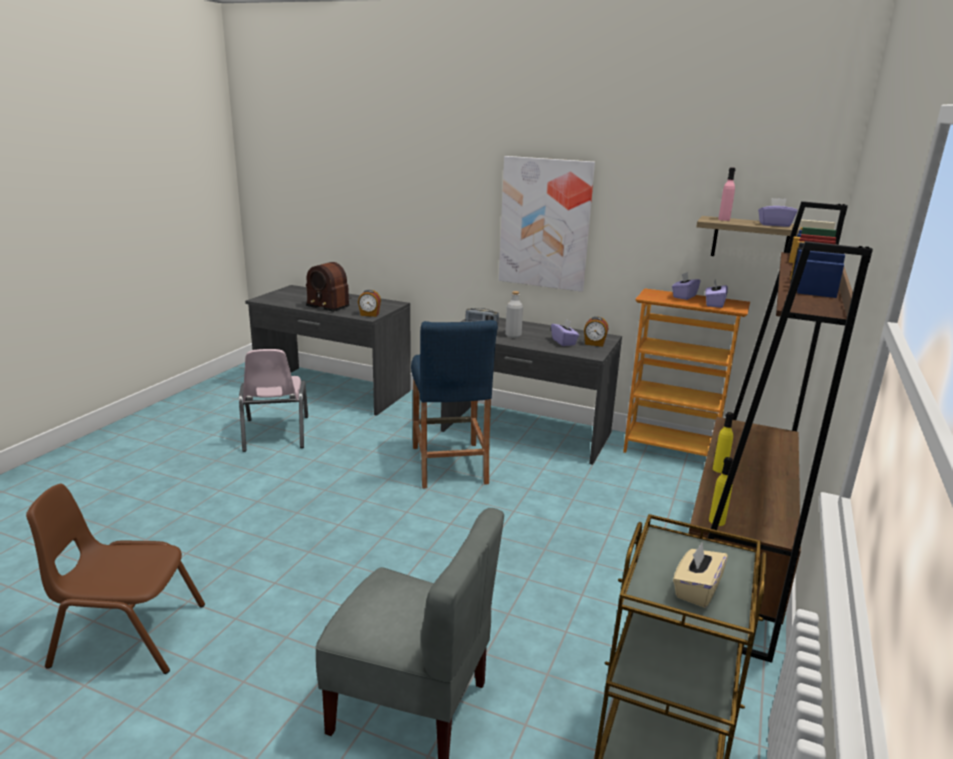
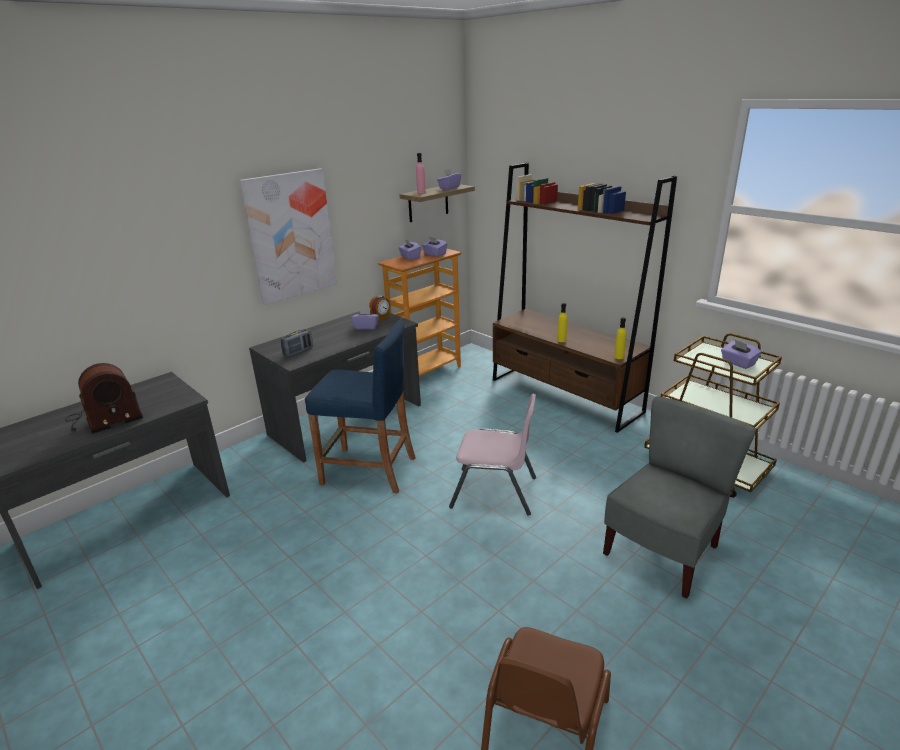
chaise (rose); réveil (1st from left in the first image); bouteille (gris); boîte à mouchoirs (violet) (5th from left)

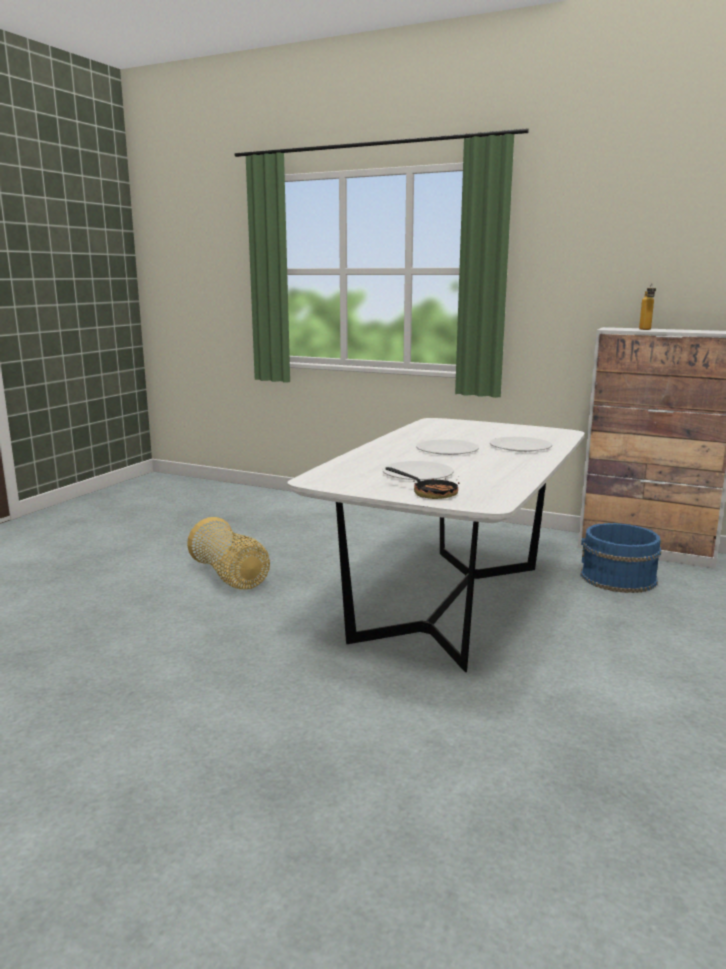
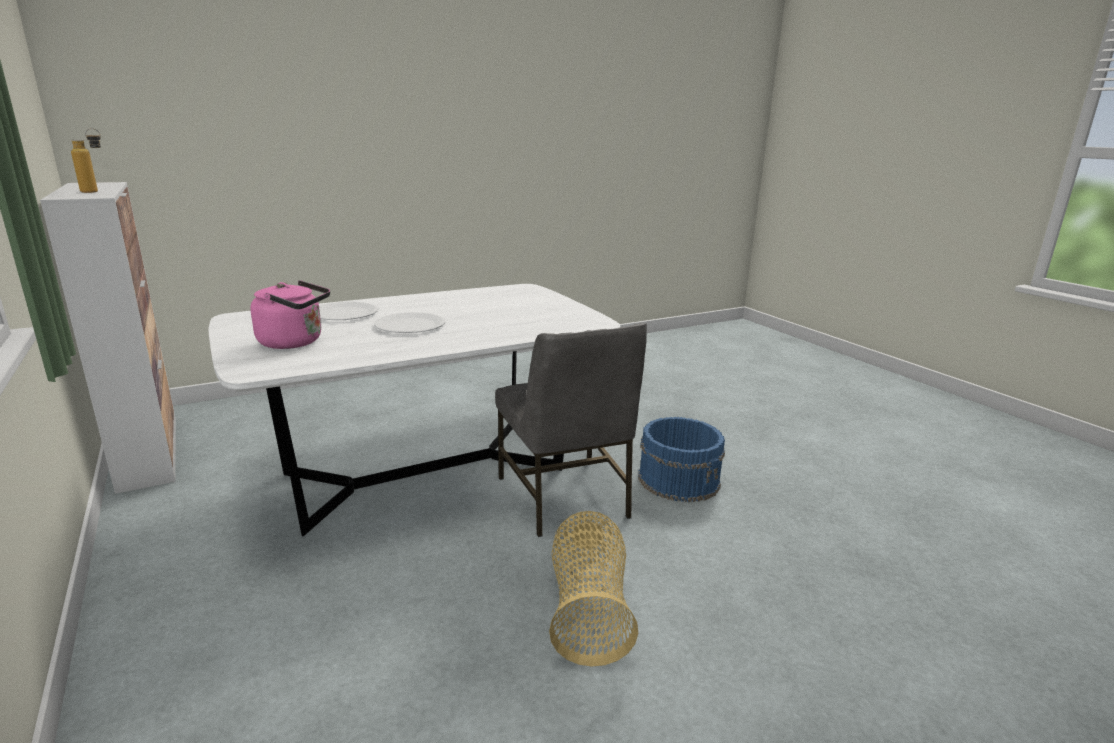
assiette (blanc) (1st from left in the first image); poêle; seau (bleu); bouilloire (rose); chaise (gris)

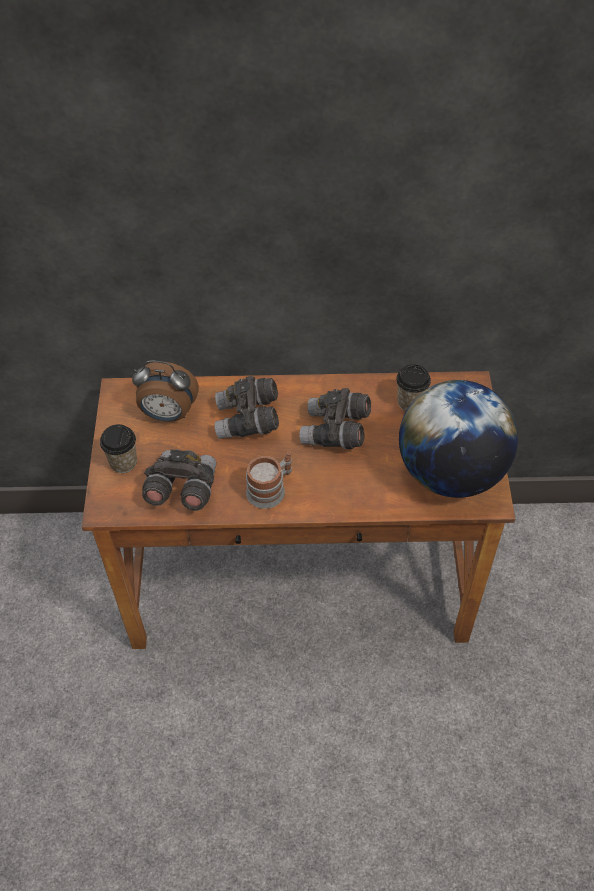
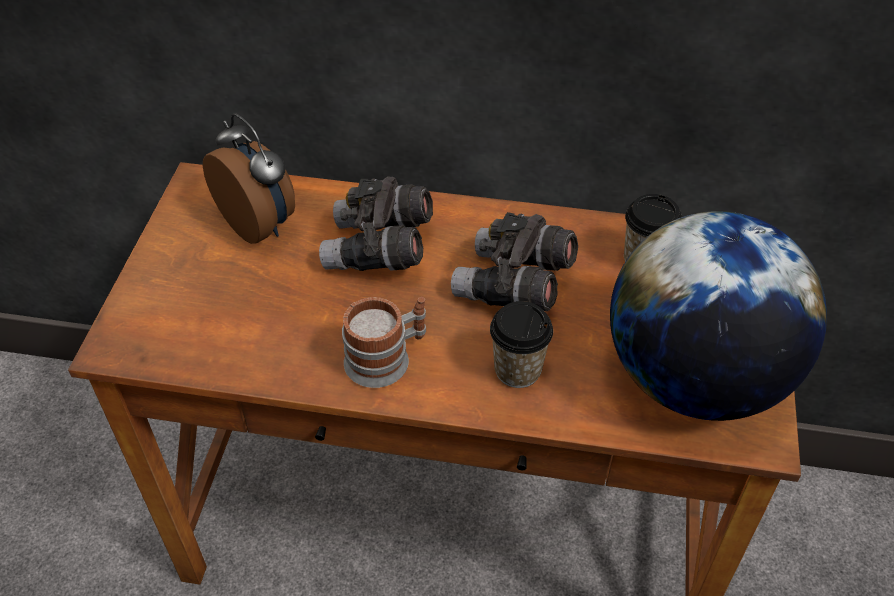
tasse (1st from left); réveil; jumelles (gris) (1st from left in the first image)

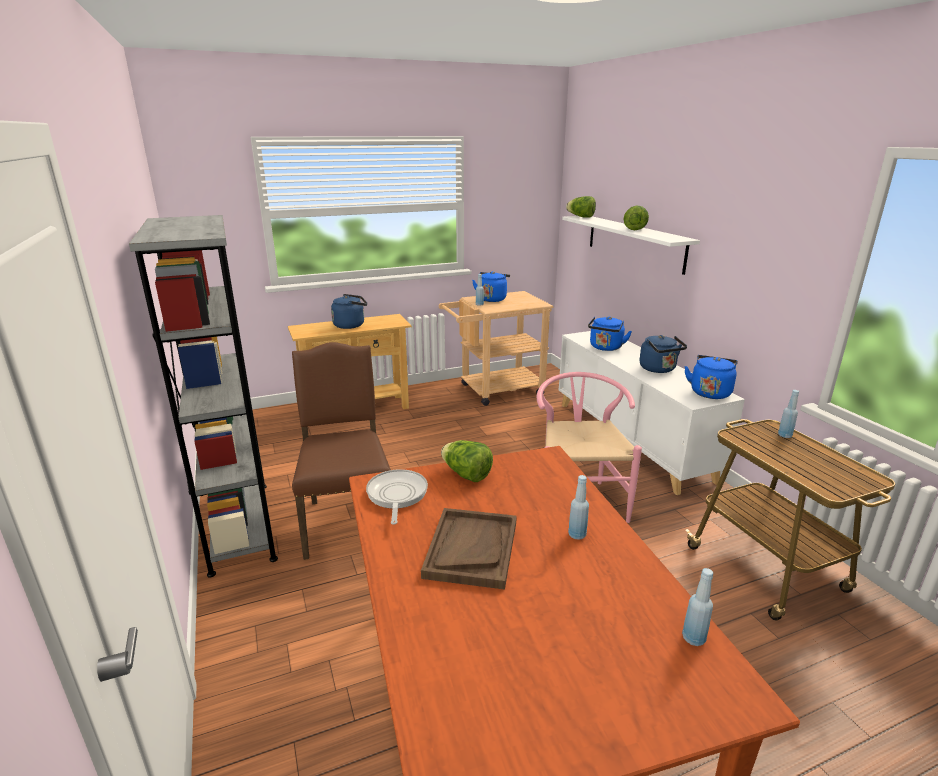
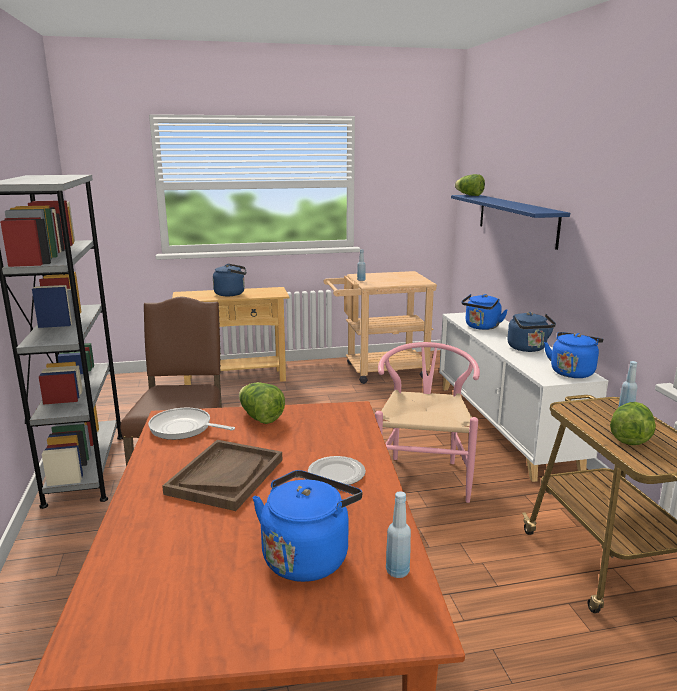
poêle; bouilloire (bleu) (2nd from left); étagère (bleu); assiette; laitue (3rd from left)

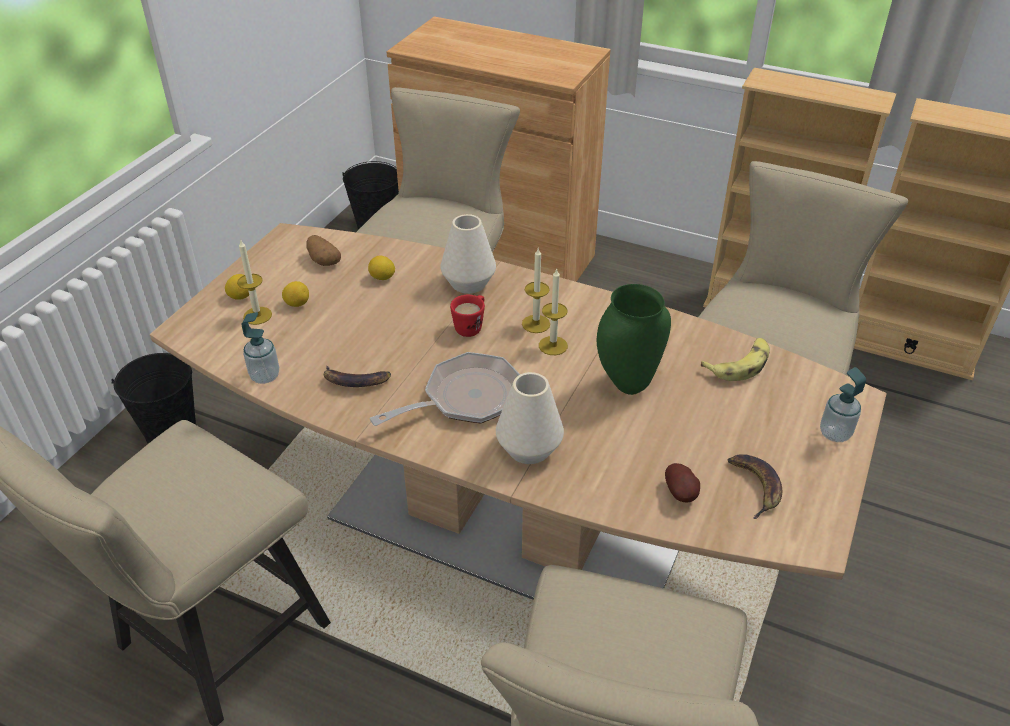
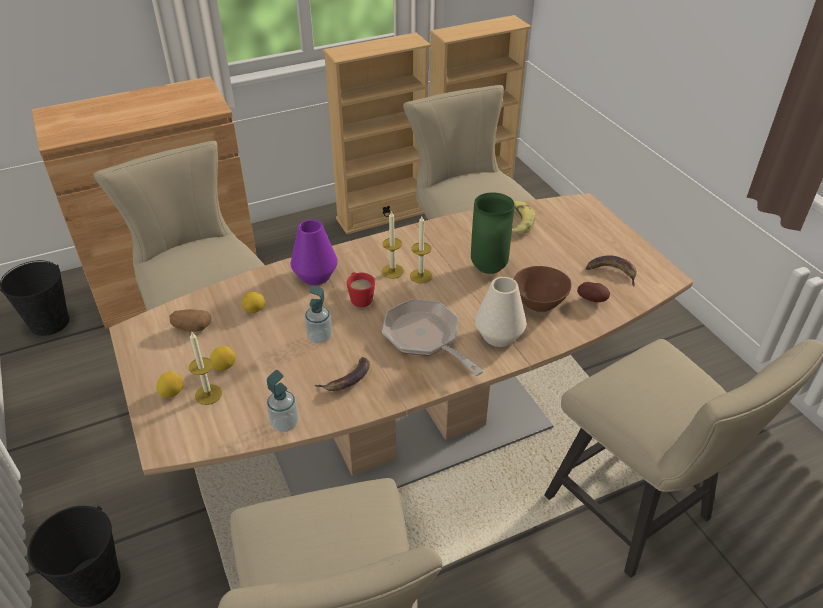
poêle; vase (violet); distributeur de savon (2nd from left); bol (marron)

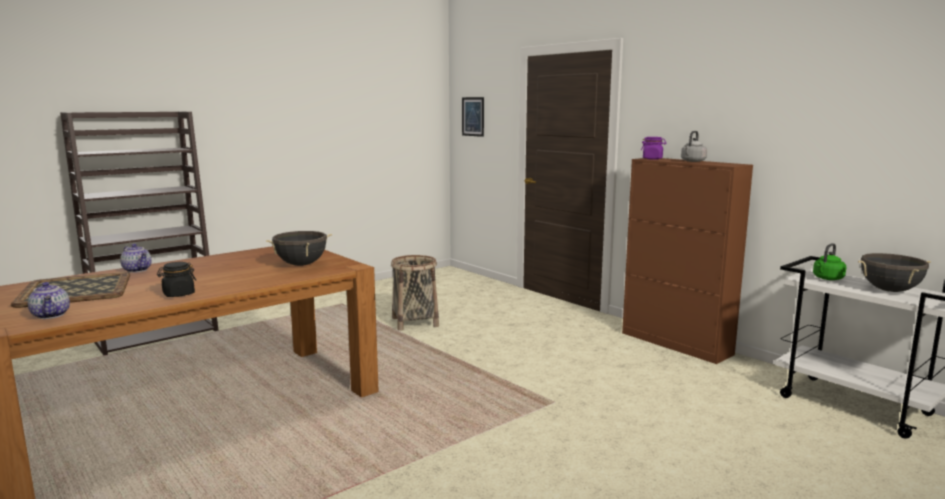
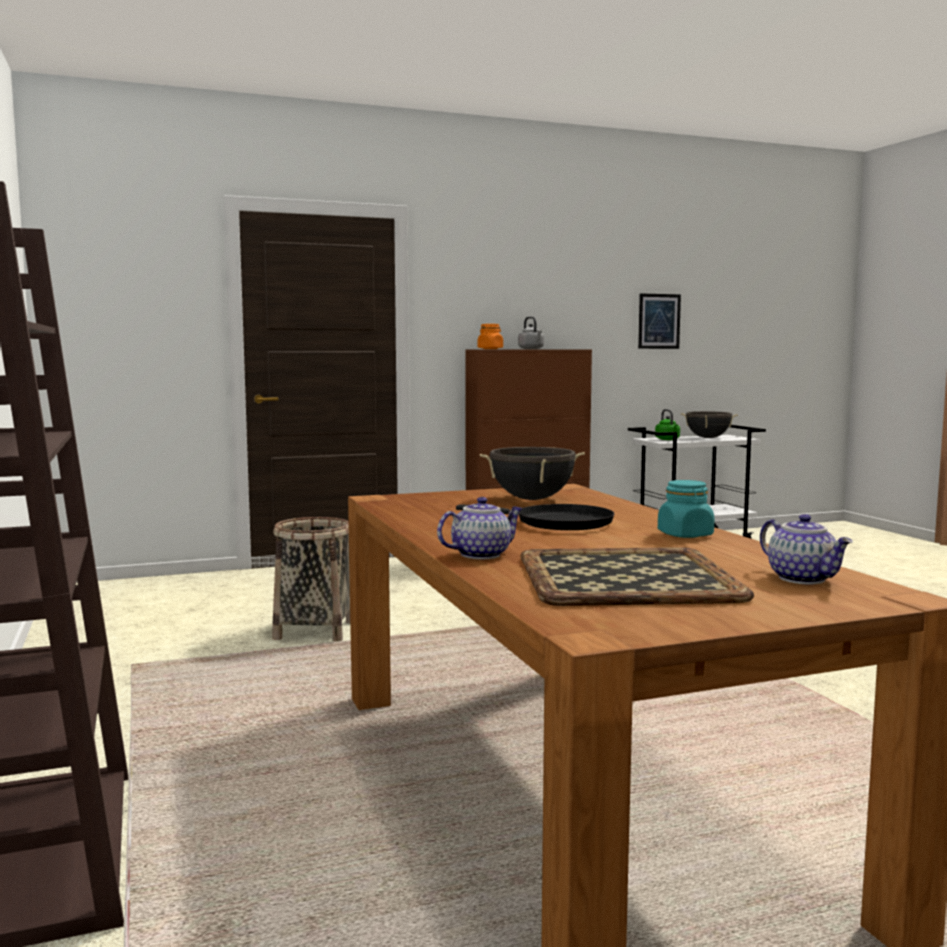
théière (2nd from left); bocal (turquoise); tableau; bocal (orange); poêle (noir)

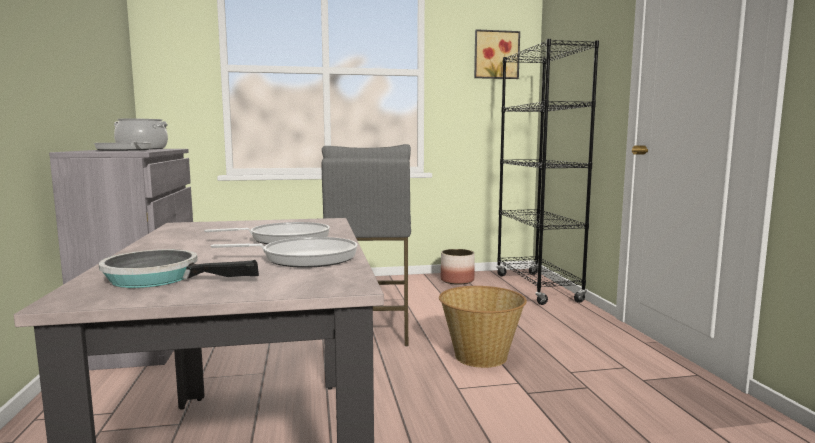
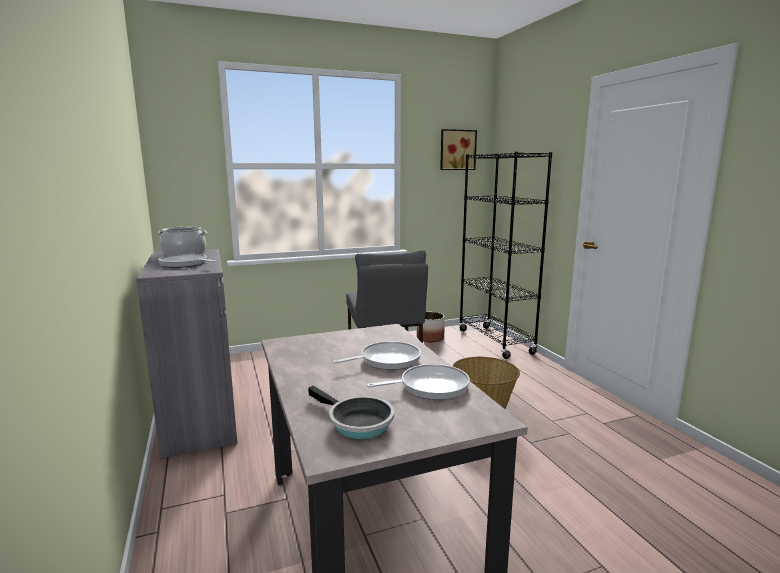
poêle (2nd from left)

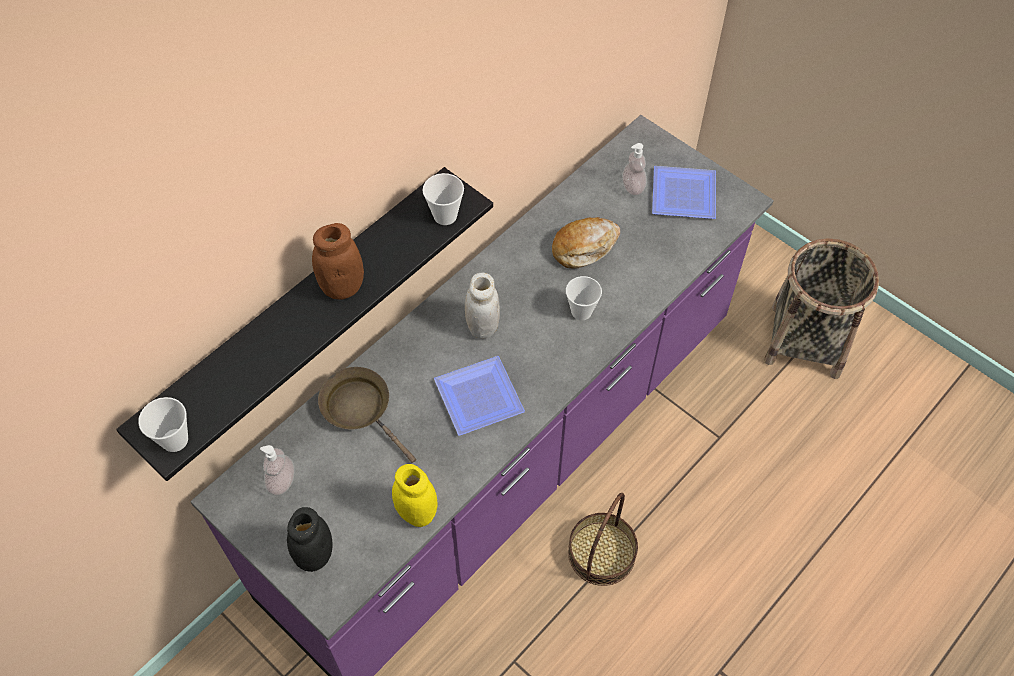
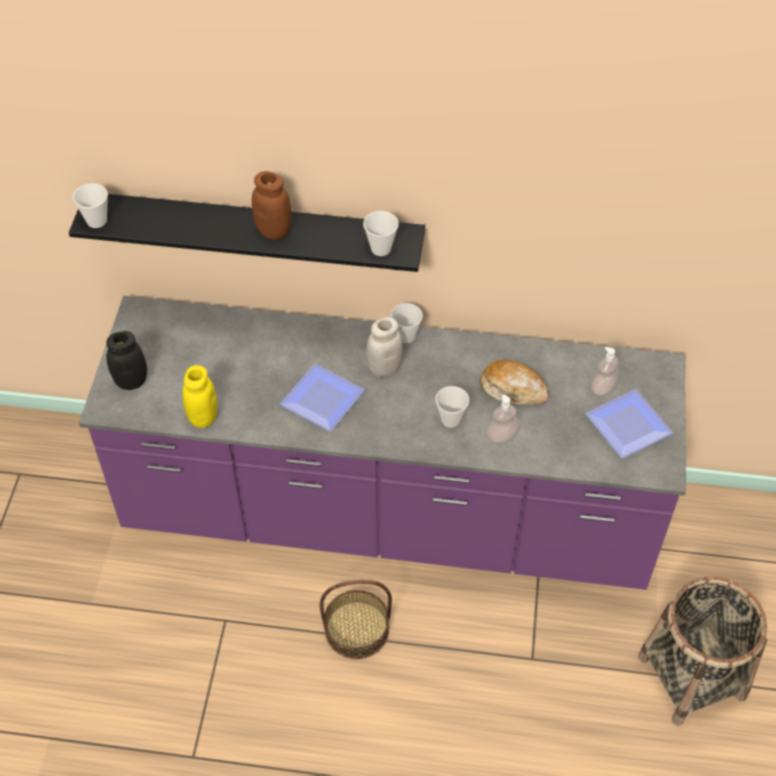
distributeur de savon (1st from left); poêle (marron); tasse (3rd from left)

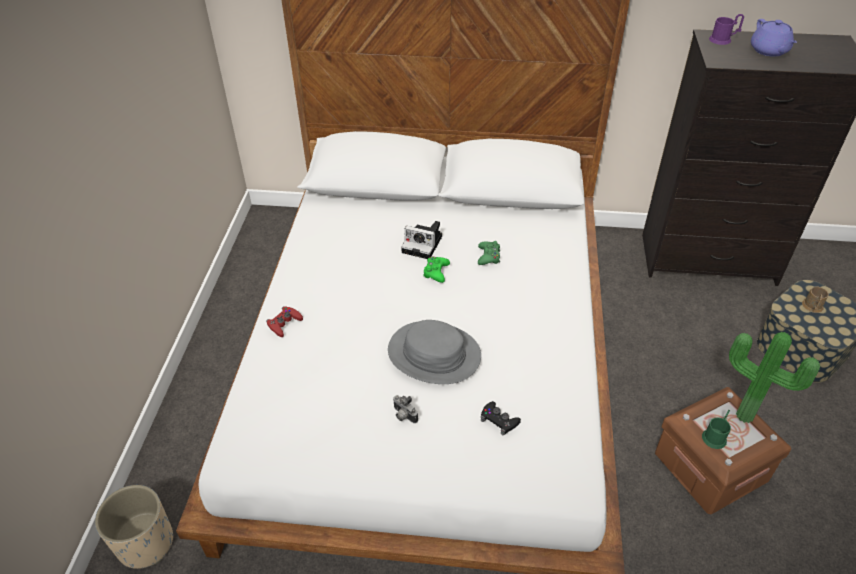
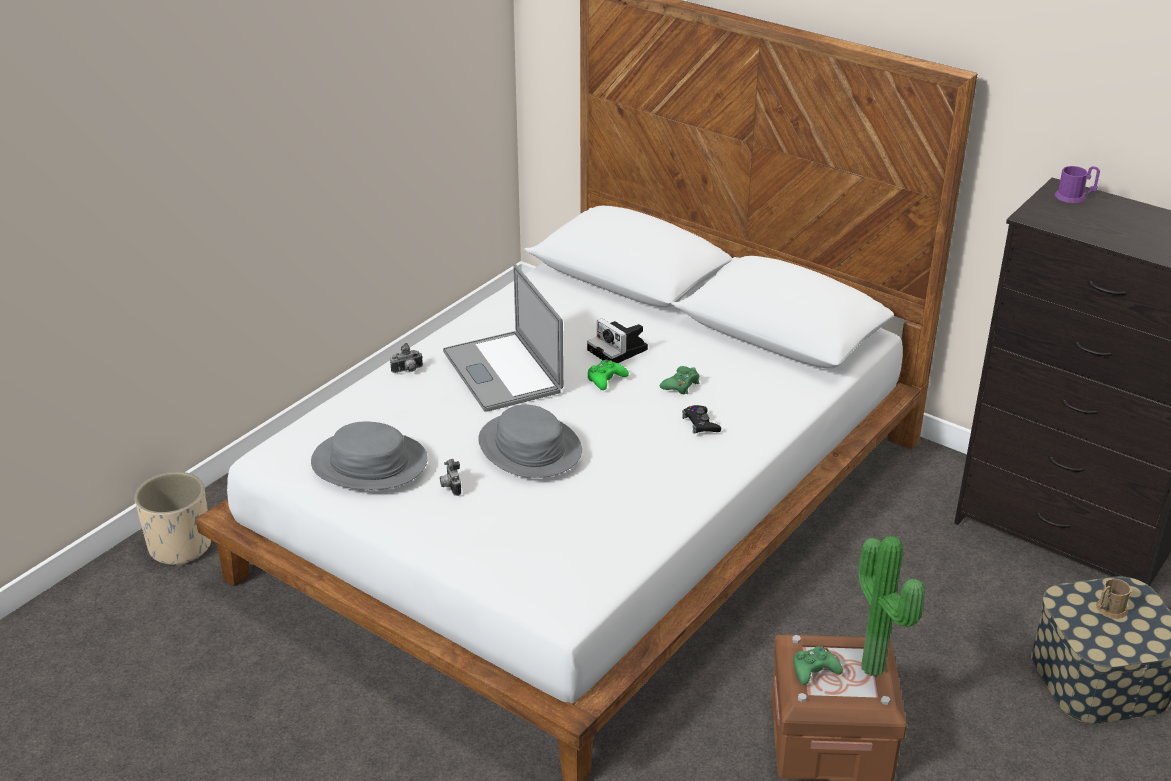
appareil photo (1st from left); manette (noir); manette (vert) (3rd from left); théière (violet); chapeau (gris) (1st from left); ordinateur portable

